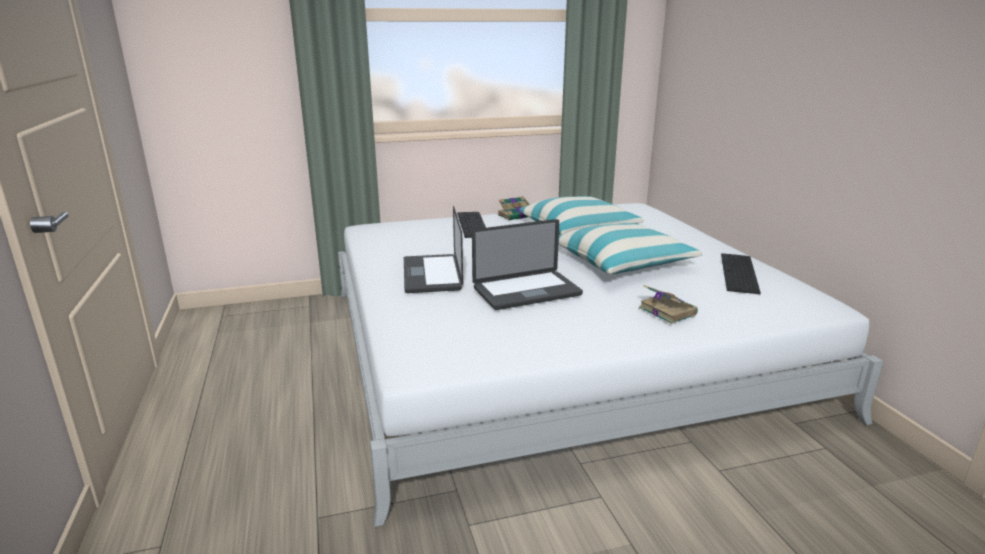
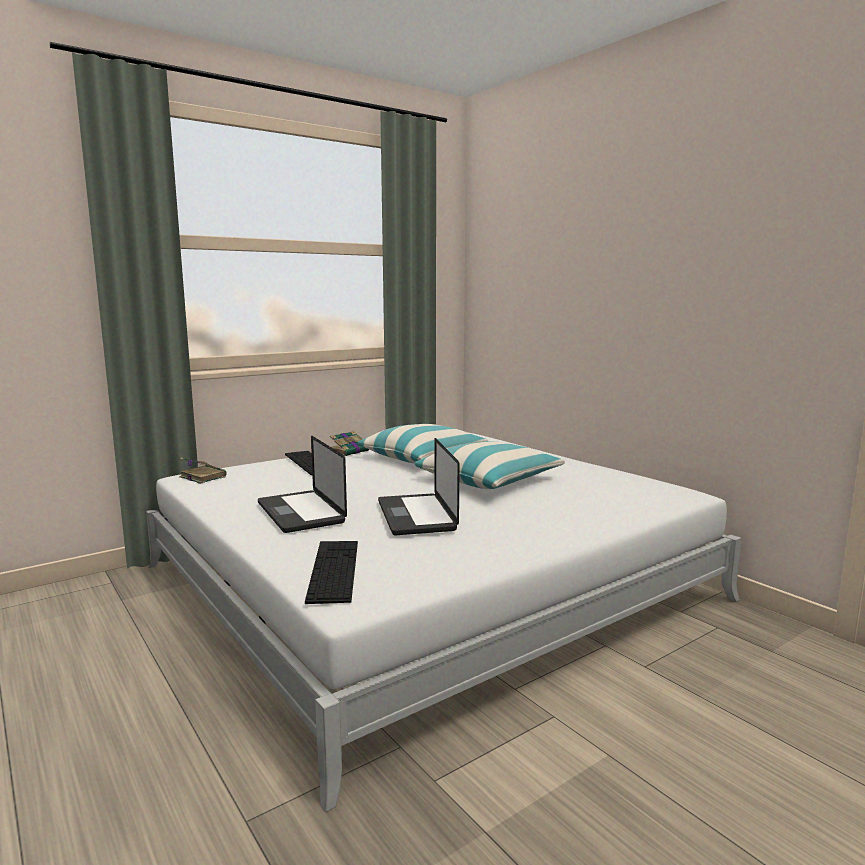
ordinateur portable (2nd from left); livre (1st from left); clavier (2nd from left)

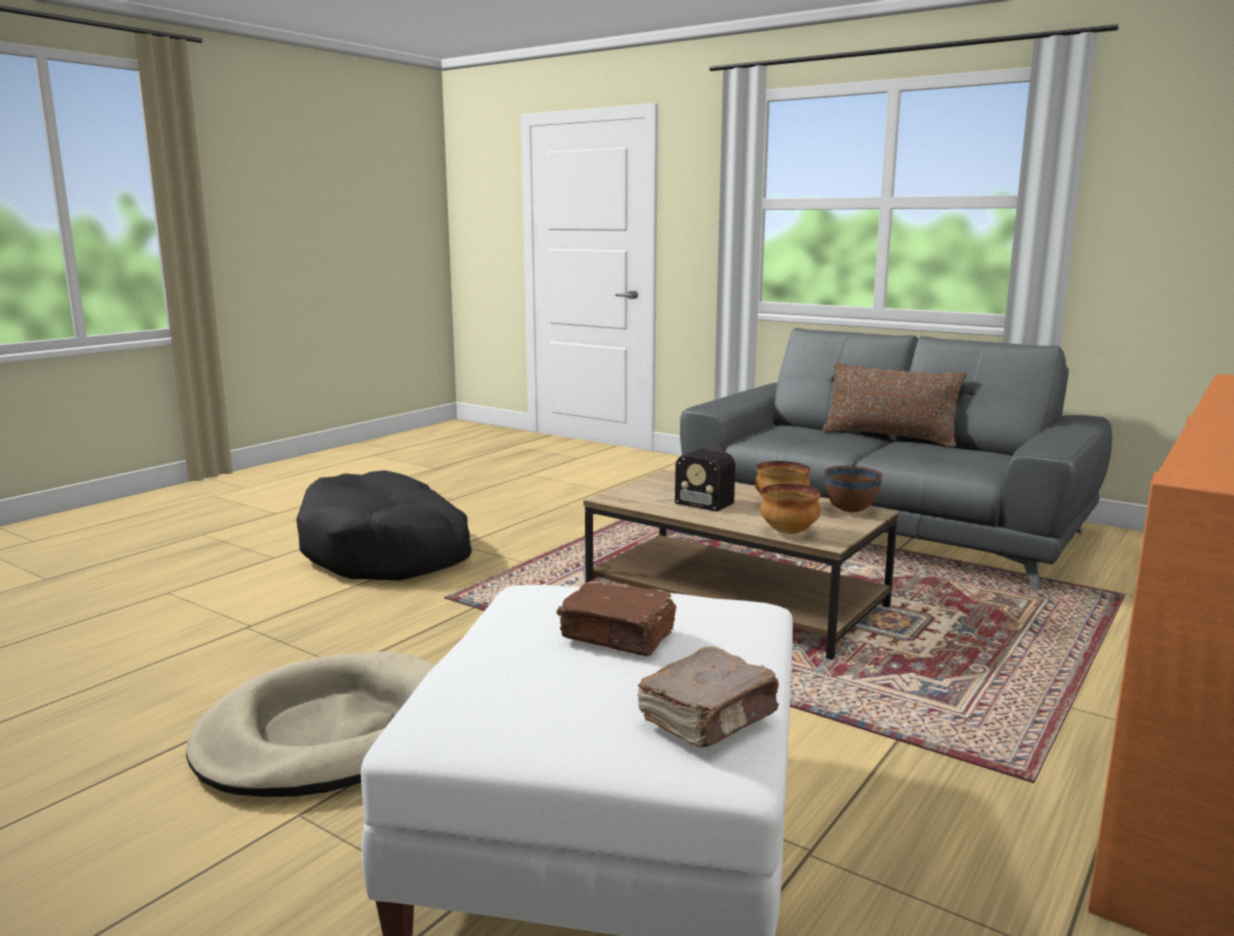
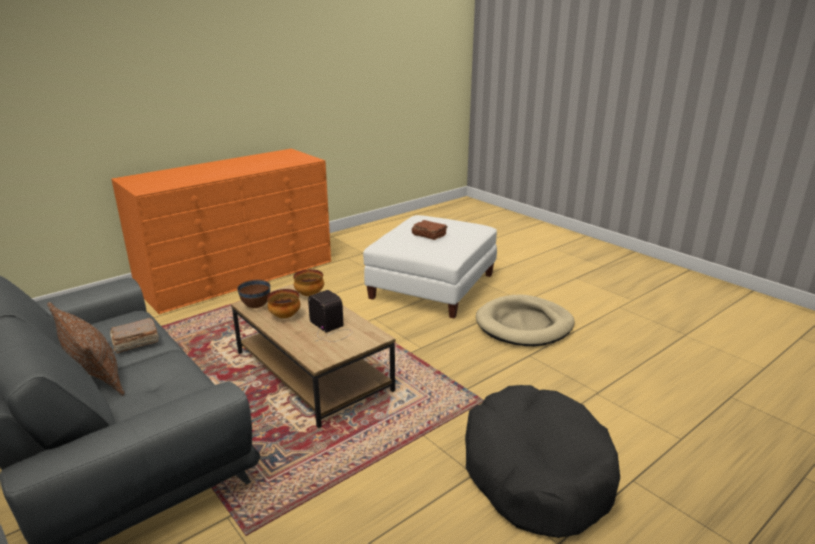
livre (marron) (1st from left)

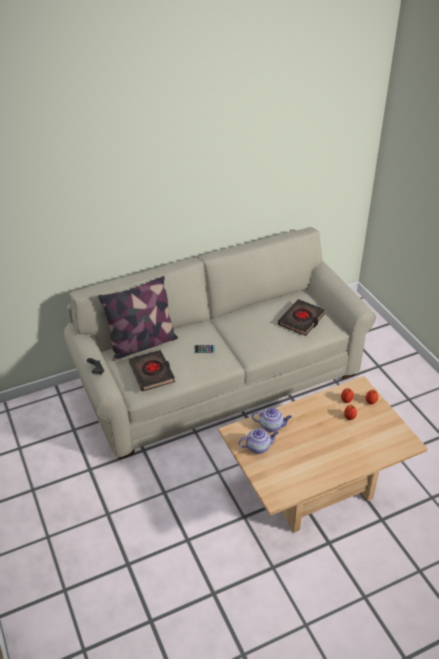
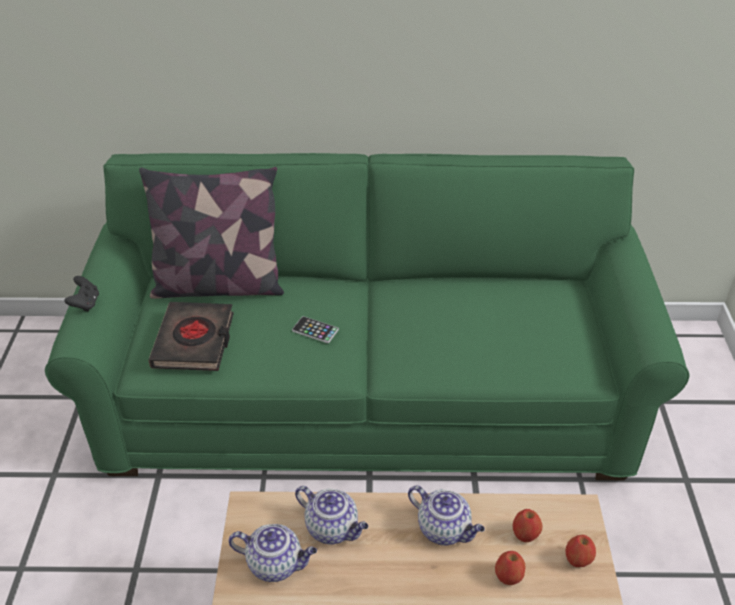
canapé (vert); livre (noir) (2nd from left in the first image); théière (3rd from left)

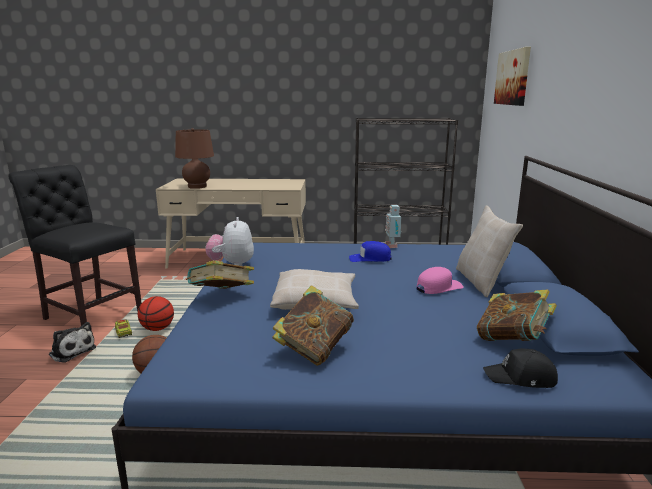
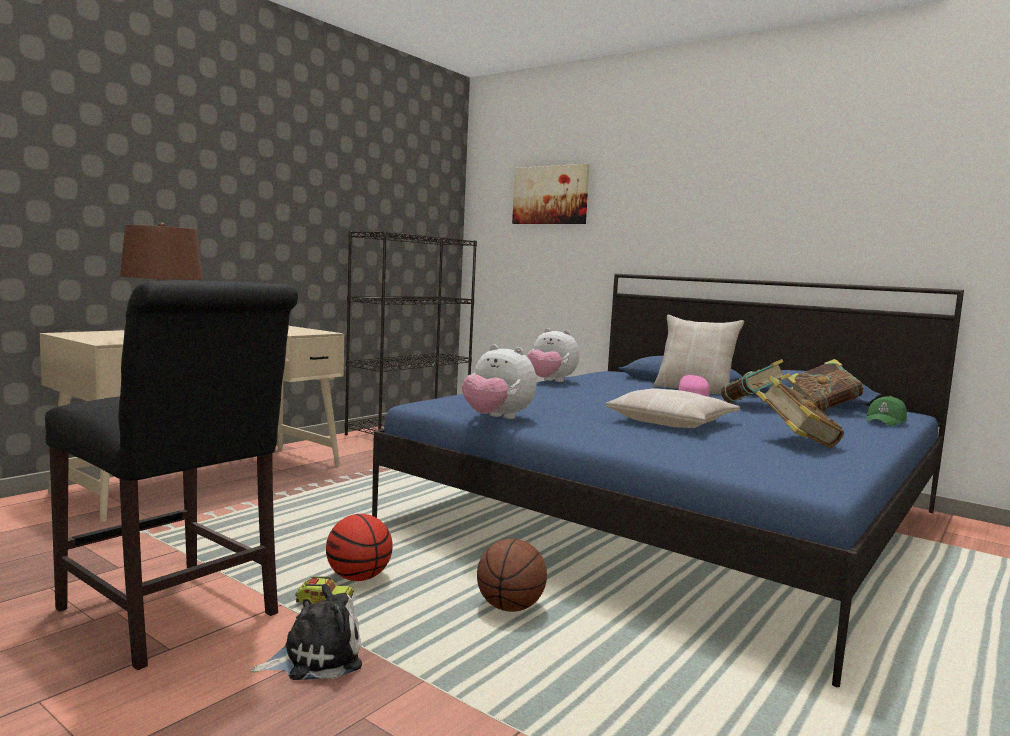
chaise (noir); livre (1st from left); casquette (bleu); peluche (3rd from left); casquette (vert)

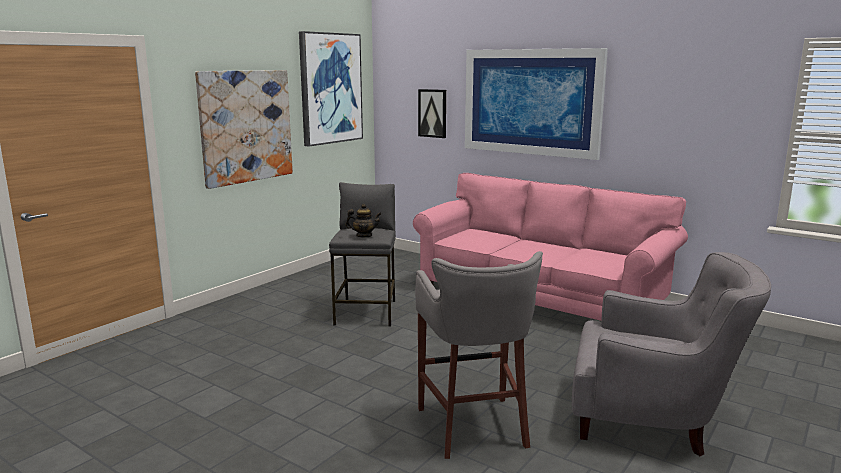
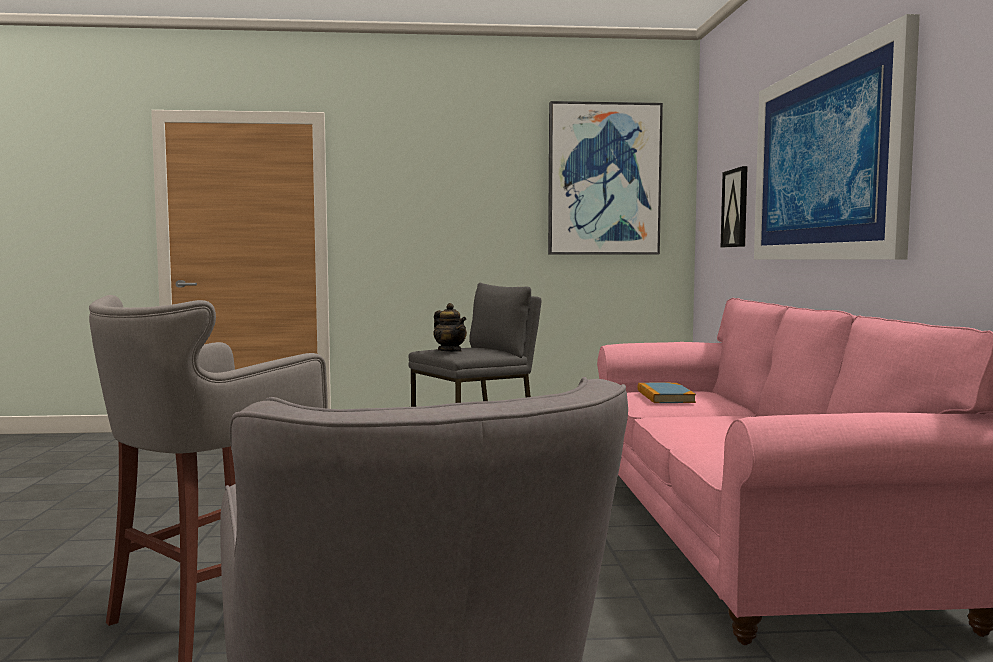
tableau (1st from left in the first image); livre

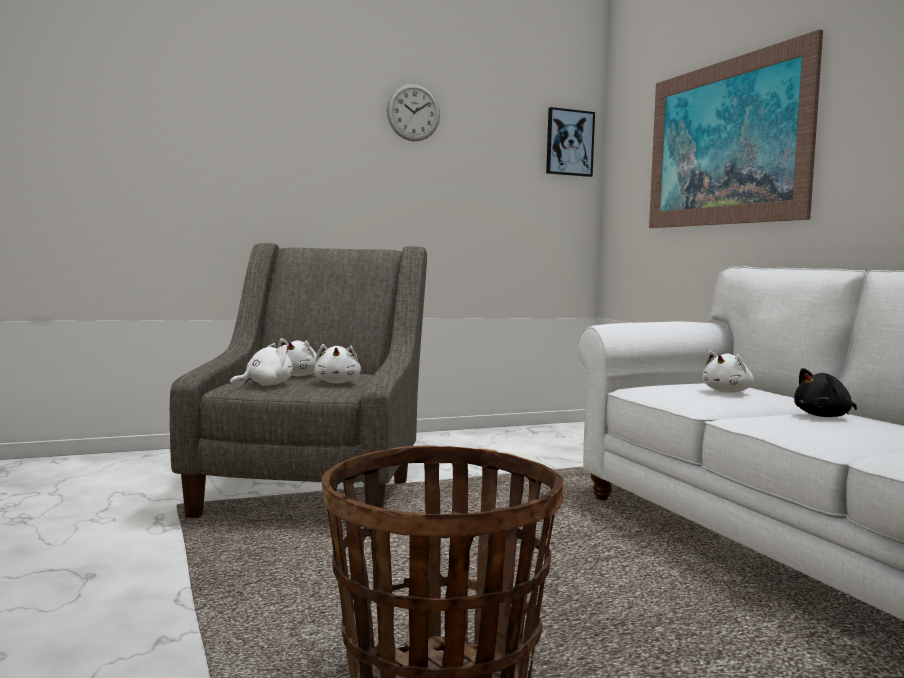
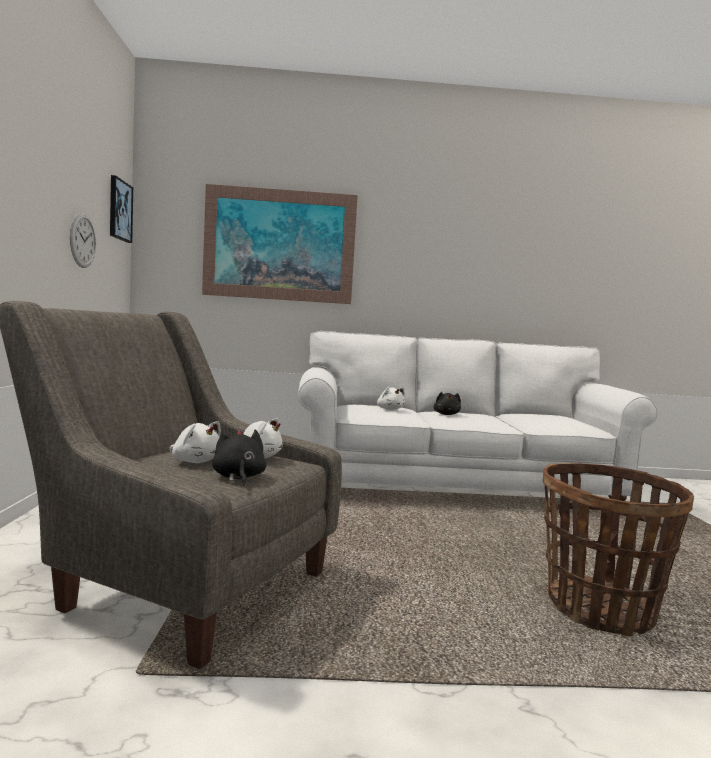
peluche (noir) (1st from left); horloge murale

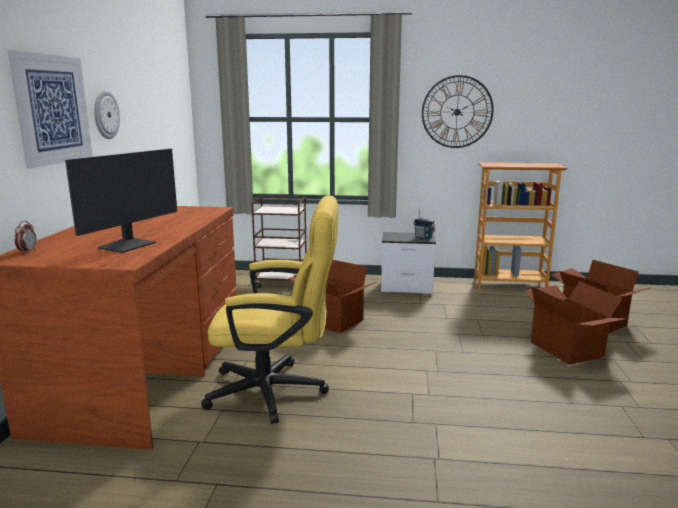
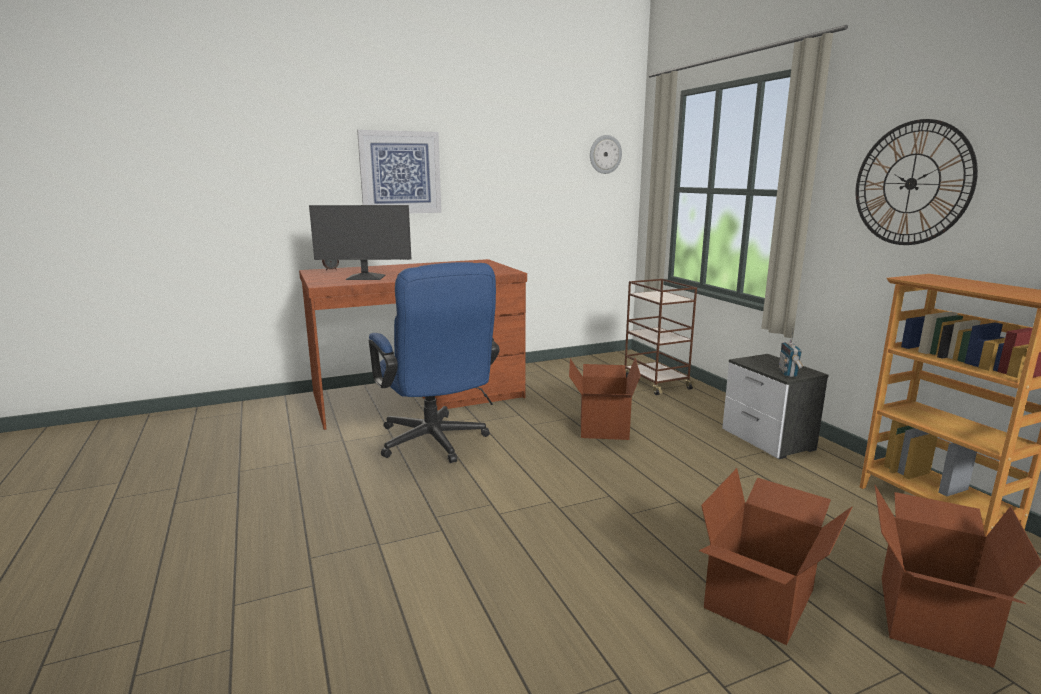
horloge murale (1st from left); chaise de bureau (bleu)

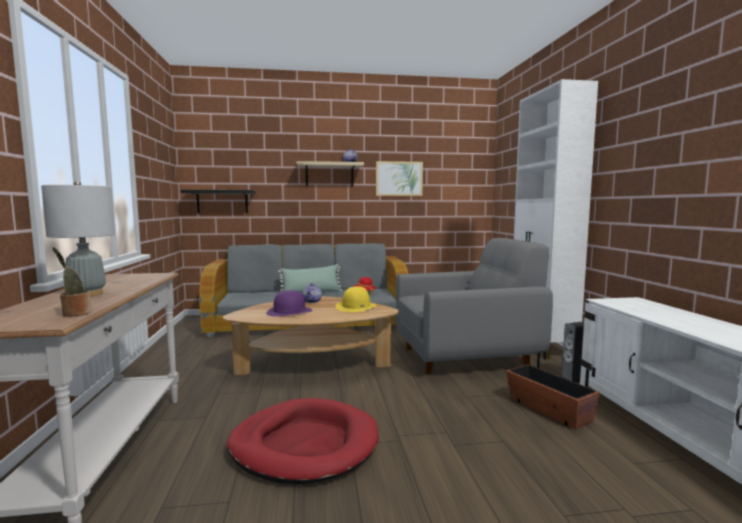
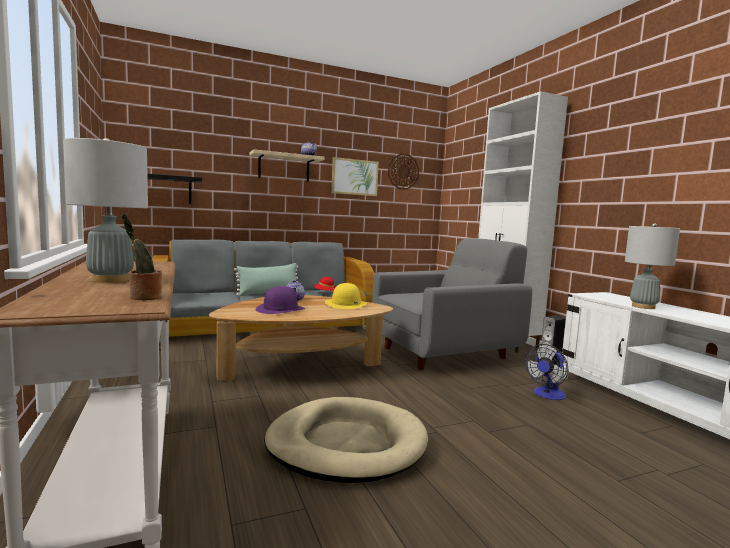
panier pour chien (beige); ventilateur; horloge murale; lampe de table (gris) (2nd from left)

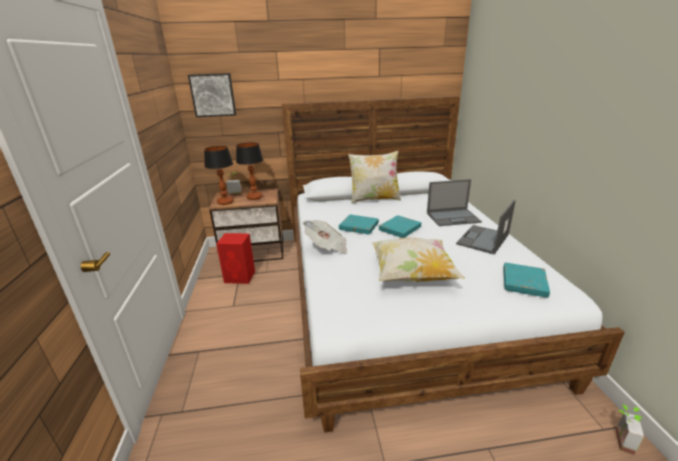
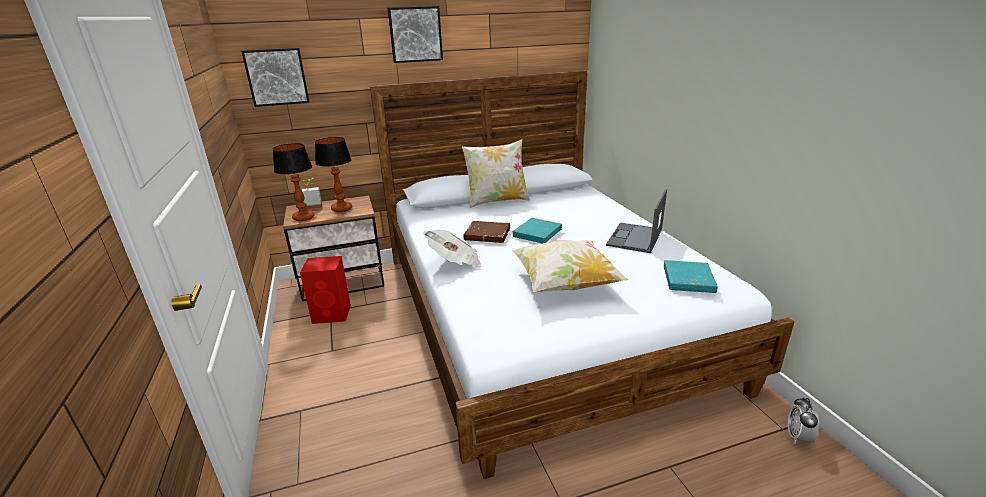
livre (marron); ordinateur portable (1st from left in the first image); réveil; tableau (2nd from left)

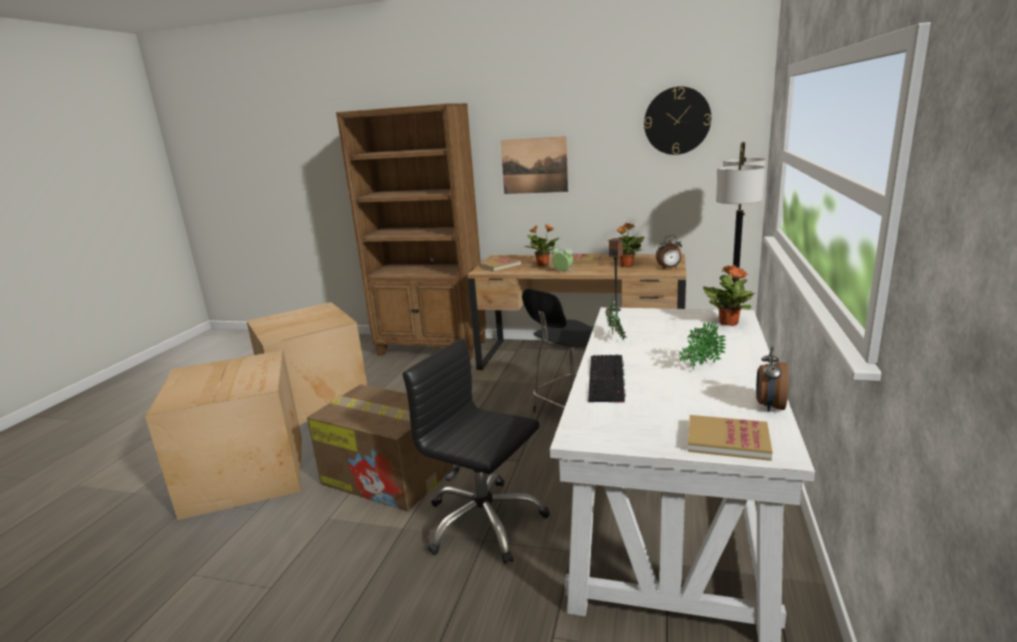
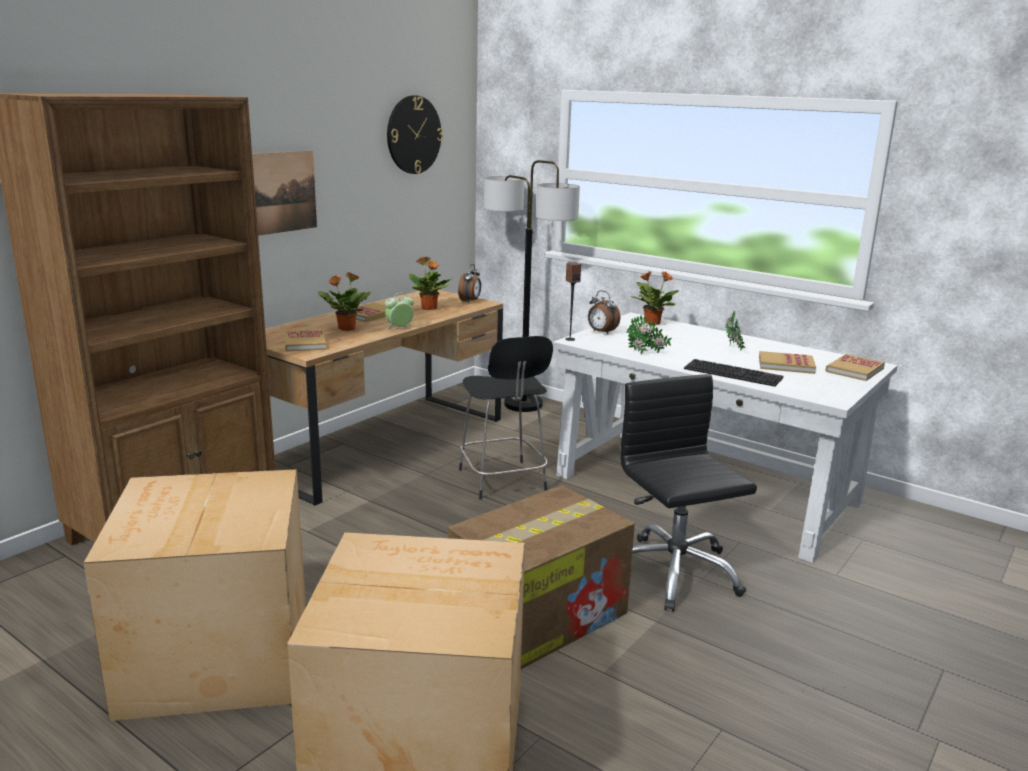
chaise de bureau (noir); réveil (3rd from left); livre (3rd from left)

